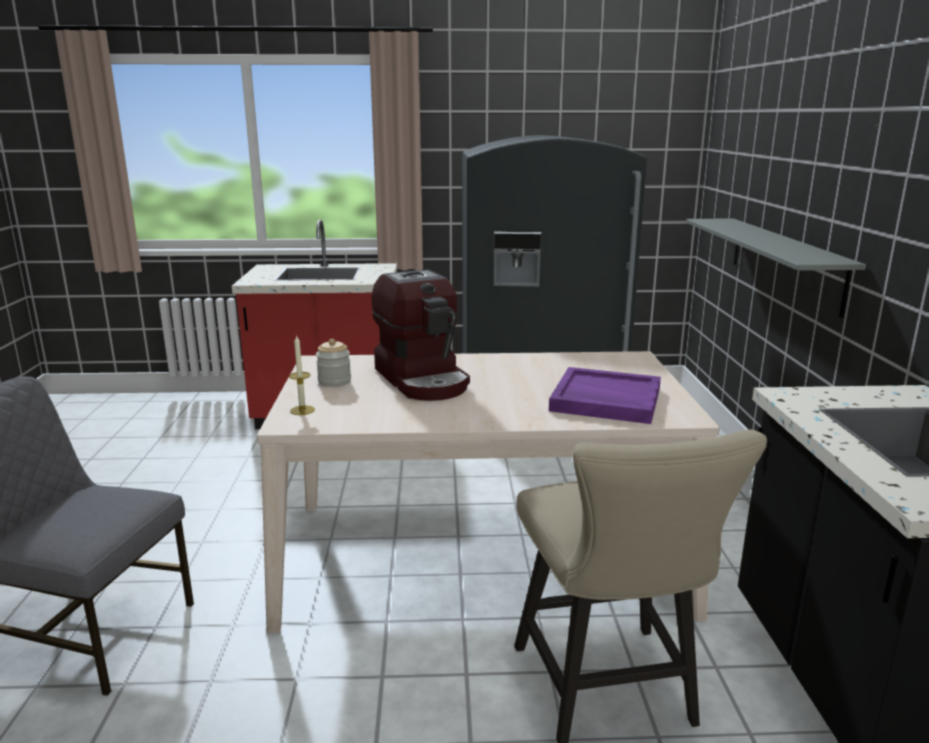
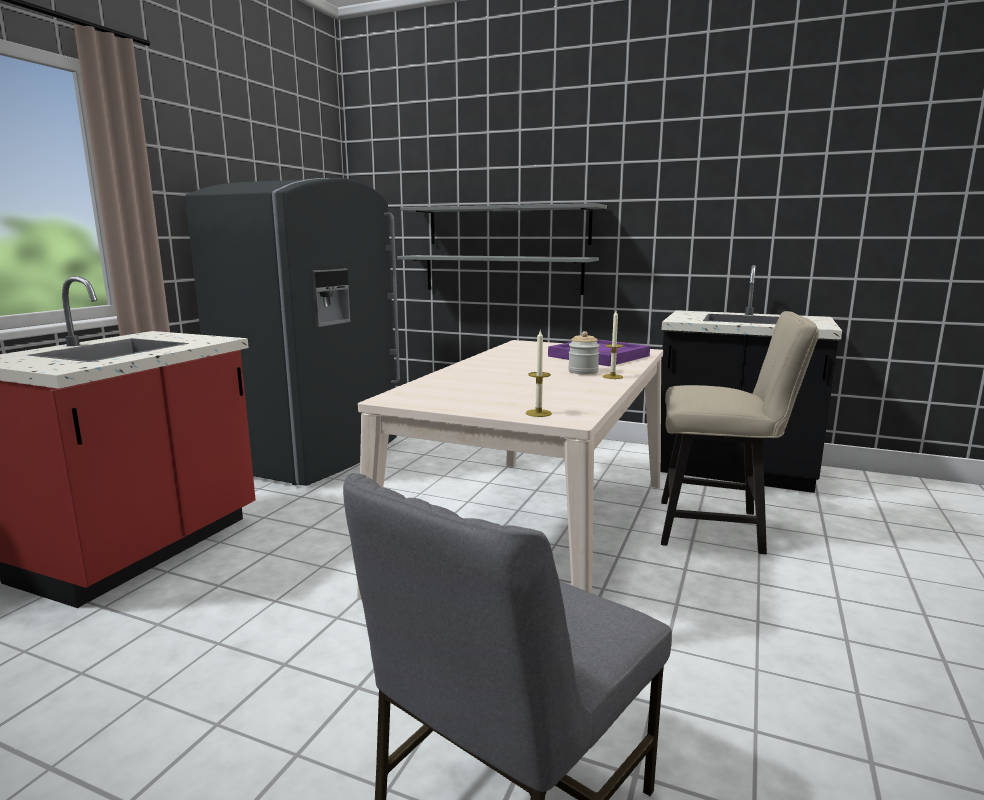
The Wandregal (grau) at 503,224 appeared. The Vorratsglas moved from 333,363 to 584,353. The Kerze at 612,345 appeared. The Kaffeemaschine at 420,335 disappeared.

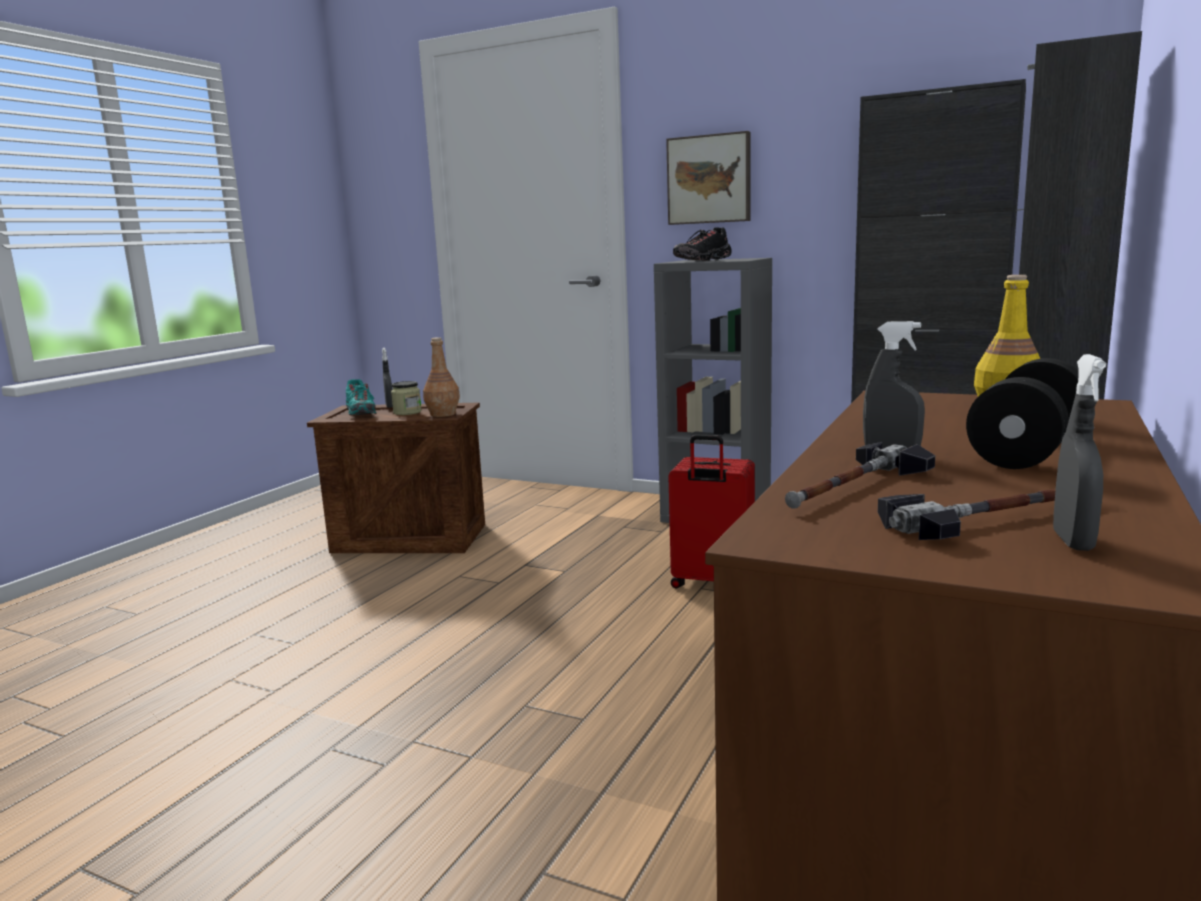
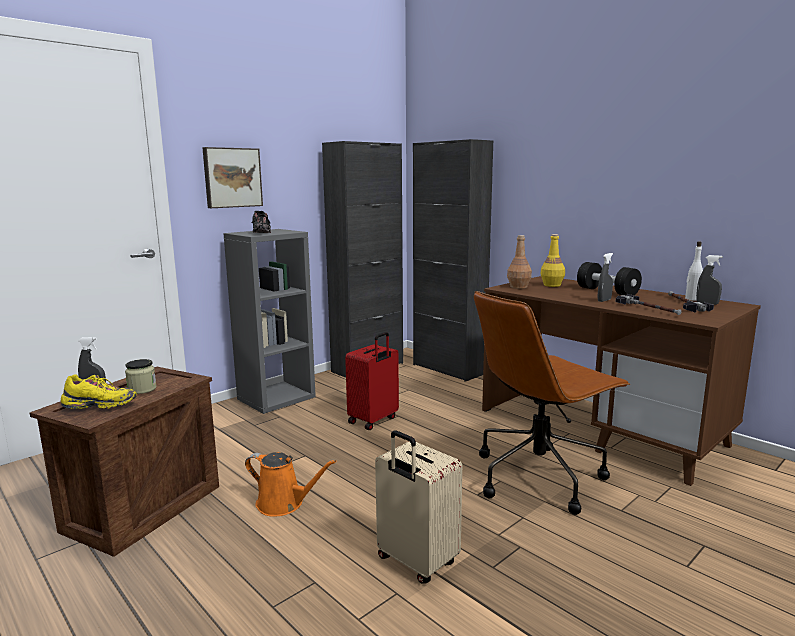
The Schuh (türkis) at 361,397 became the Schuh (gelb) at 99,391. The Gießkanne (orange) at 290,484 appeared. The Koffer (beige) at 418,507 appeared. The Bürostuhl (braun) at 552,403 appeared. The Flasche (braun) moved from 441,377 to 519,262. The Flasche (weiß) at 694,271 appeared.

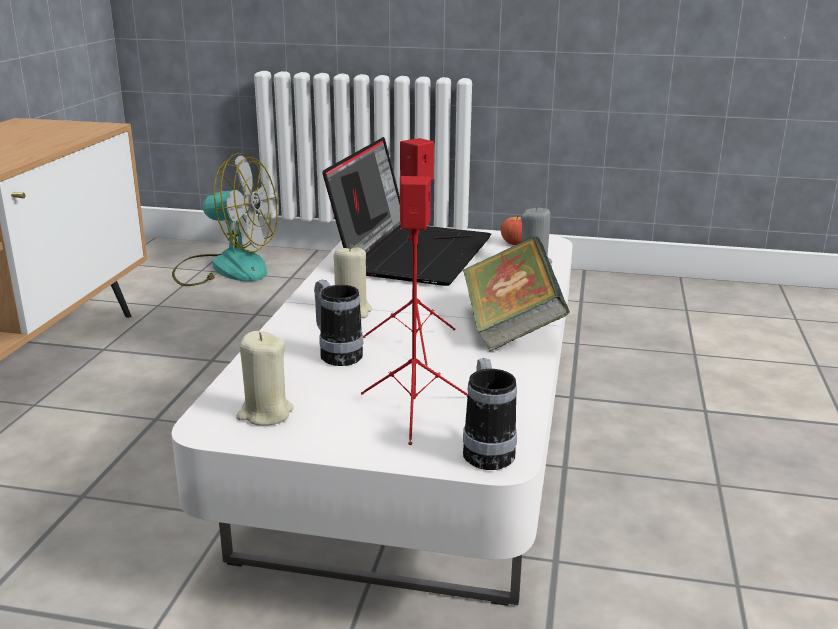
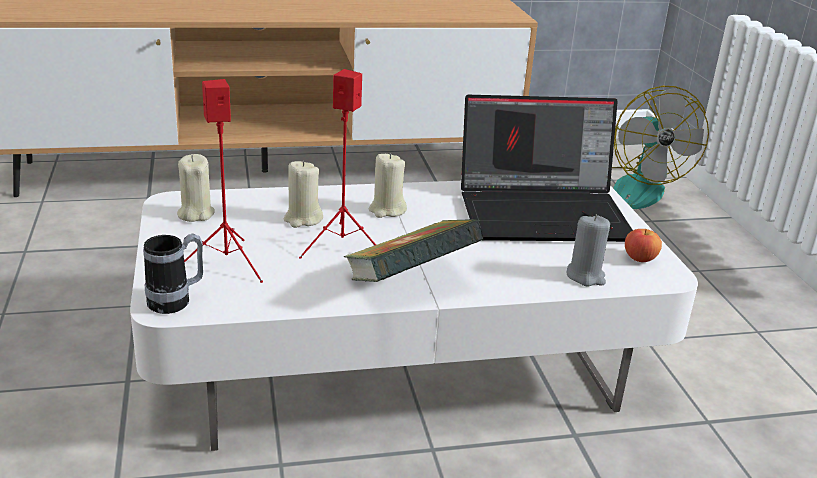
The Henkelbecher at 338,322 was replaced by the Kerze (beige) at 303,194.

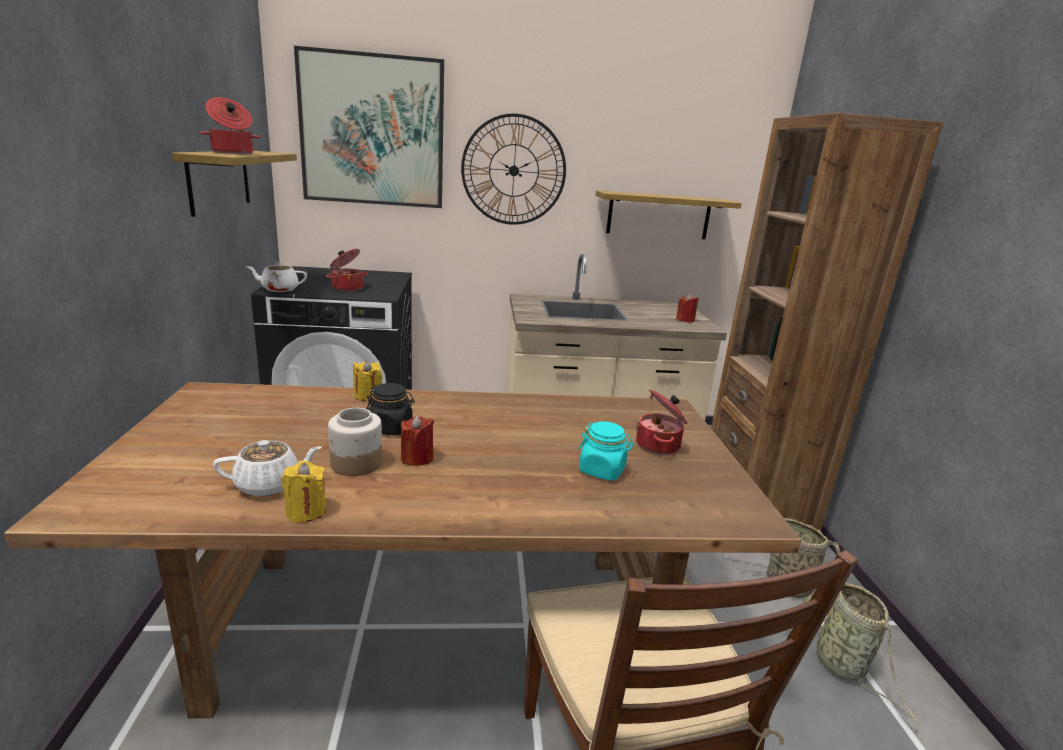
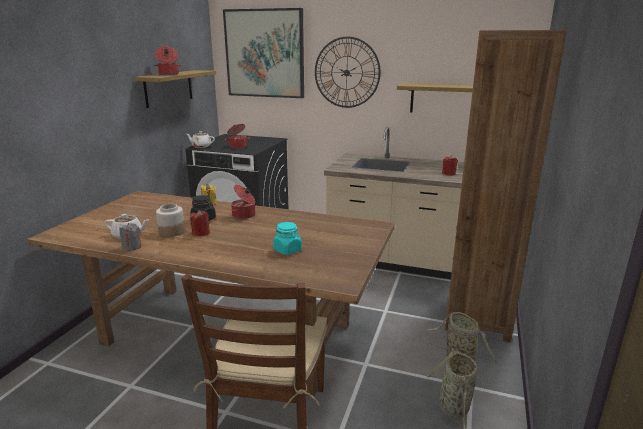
The Kerze (gelb) at 304,491 became the Kerze (grau) at 131,237. The Kochtopf moved from 661,422 to 243,202.

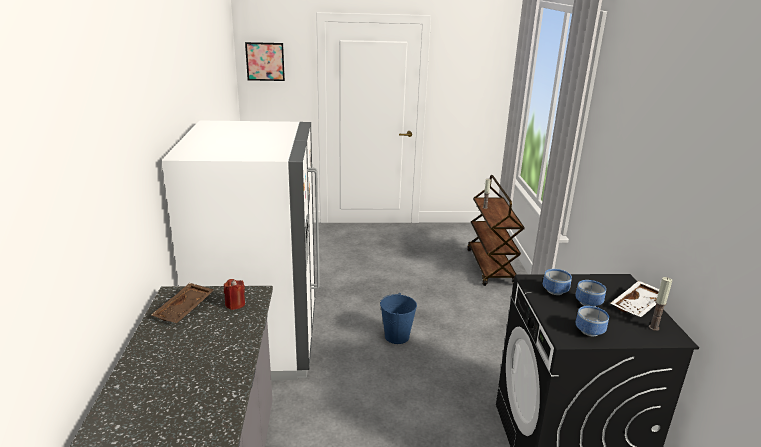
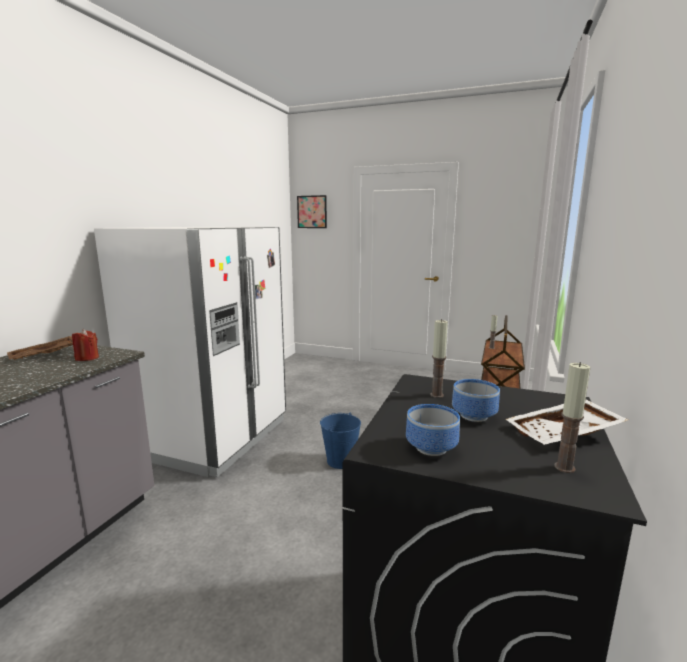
The Schüssel at 557,282 was replaced by the Kerze at 439,358.

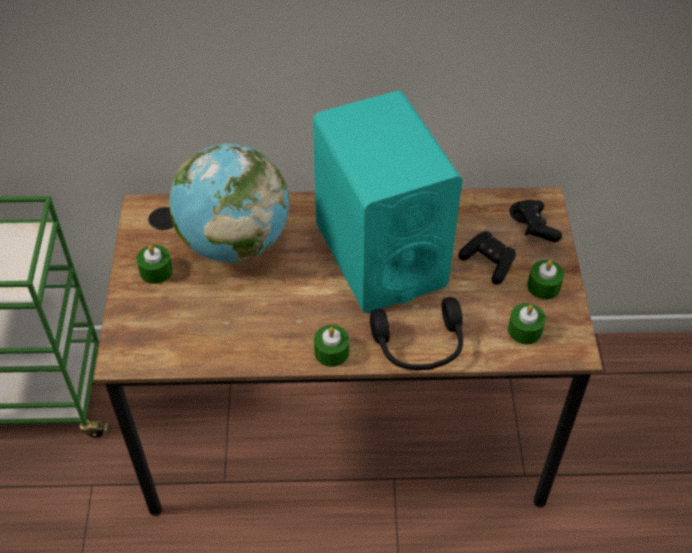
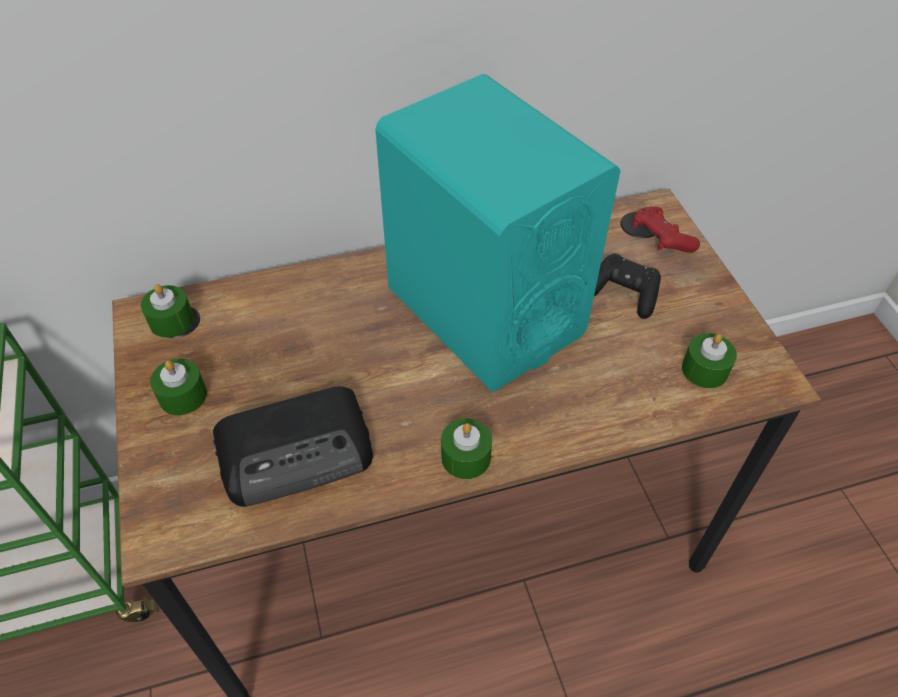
The Kerze (grün) moved from 545,280 to 167,311. The Radio at 293,446 appeared. The Gamepad (schwarz) at 537,221 became the Gamepad (rot) at 666,230. The Globus at 229,203 disappeared. The Kopfhörer (schwarz) at 416,333 disappeared.

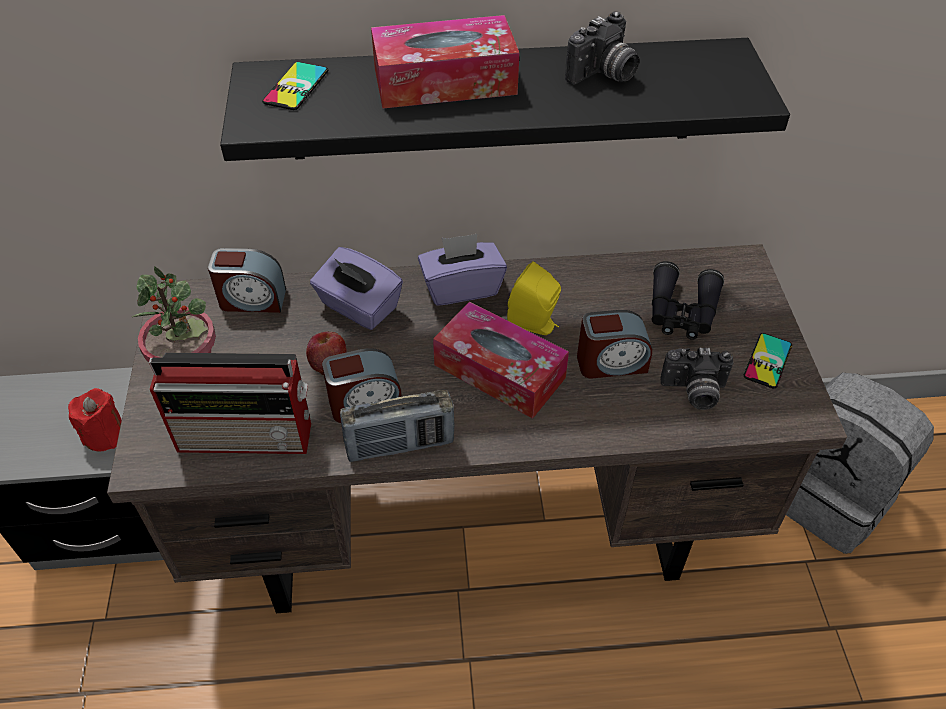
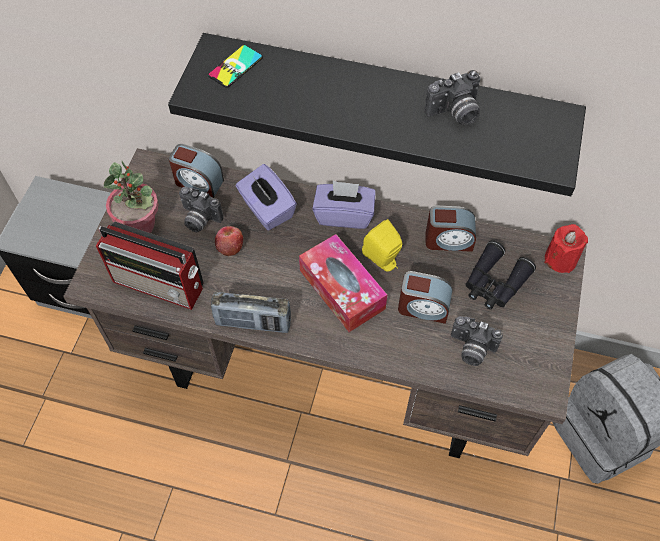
The Kamera at 201,209 appeared. The Wecker moved from 362,385 to 450,229. The Kerze (rot) moved from 95,419 to 566,248. The Taschentuchbox at 445,62 disappeared. The Handy at 768,360 disappeared.

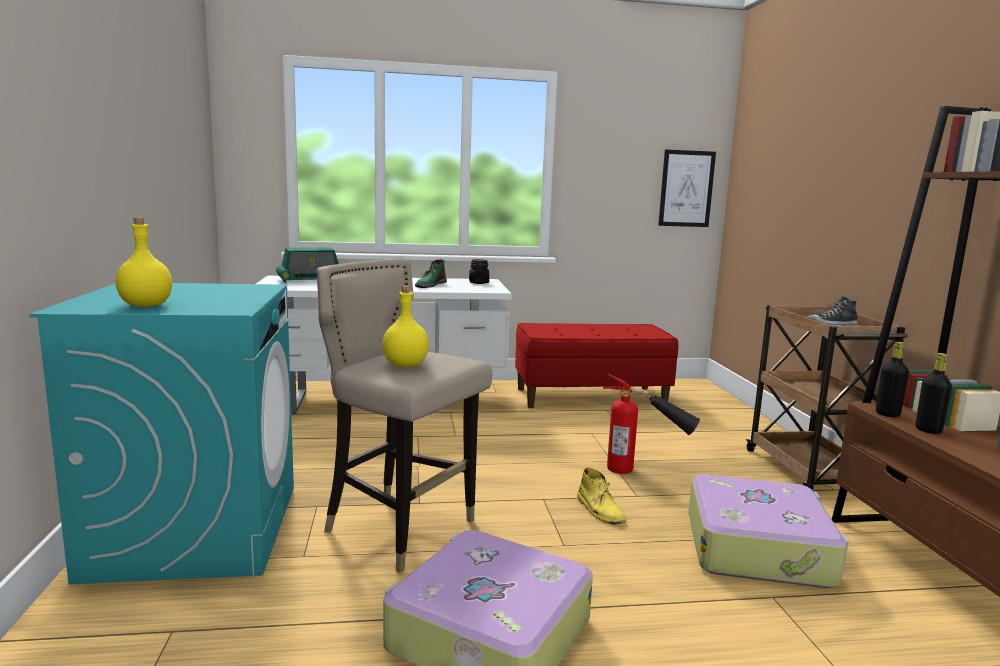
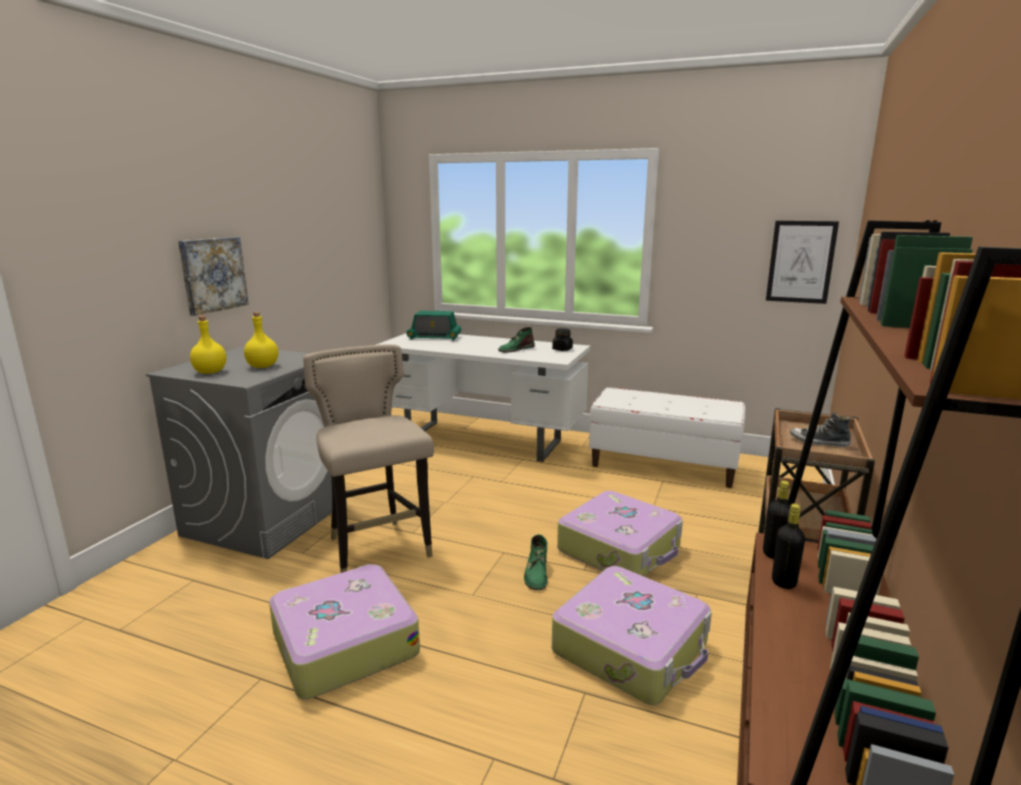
The Waschmaschine (türkis) at 161,434 became the Waschmaschine (grau) at 239,452. The Bild at 213,276 appeared. The Flasche (gelb) moved from 406,326 to 261,340. The Stiefel (gelb) at 601,495 became the Stiefel (grün) at 536,562. The Feuerlöscher at 651,424 was replaced by the Koffer at 620,534. The Bank (rot) at 596,365 became the Bank (weiß) at 667,437.

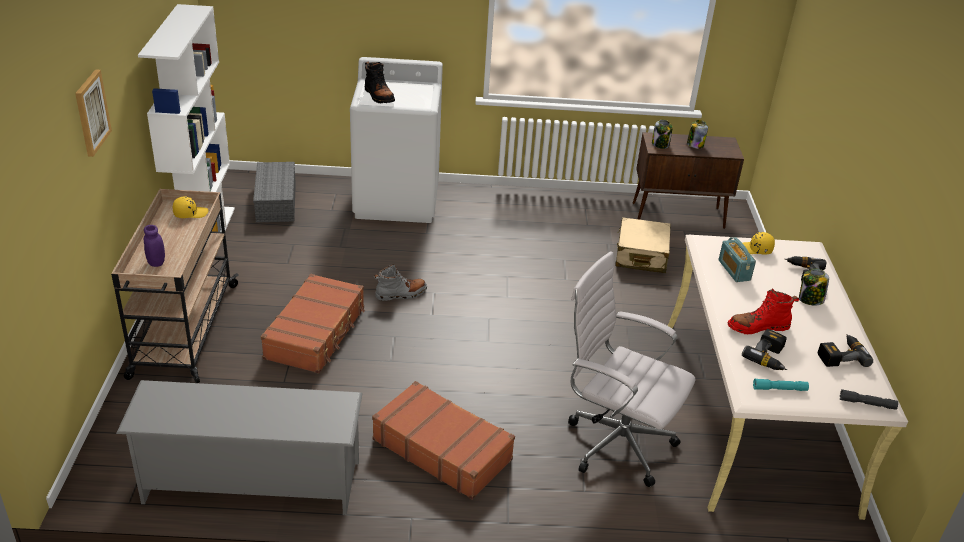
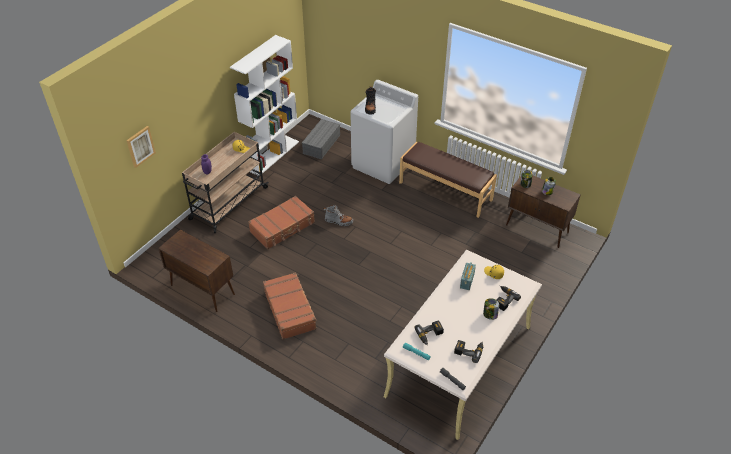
The Bild moved from 93,113 to 141,147. The Schuhregal (grau) at 239,447 was replaced by the Schrank (braun) at 196,271. The Bank (braun) at 448,180 appeared. The Bürostuhl (weiß) at 632,369 disappeared. The Koffer (beige) at 643,245 disappeared. The Stiefel (rot) at 763,311 disappeared.

